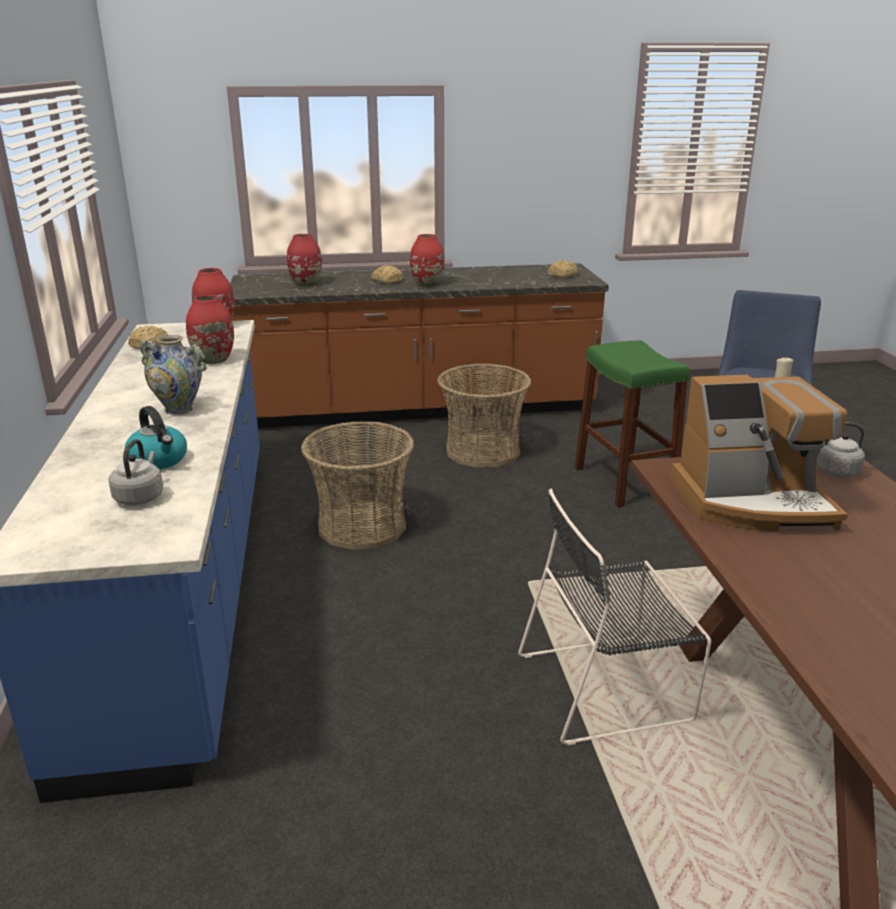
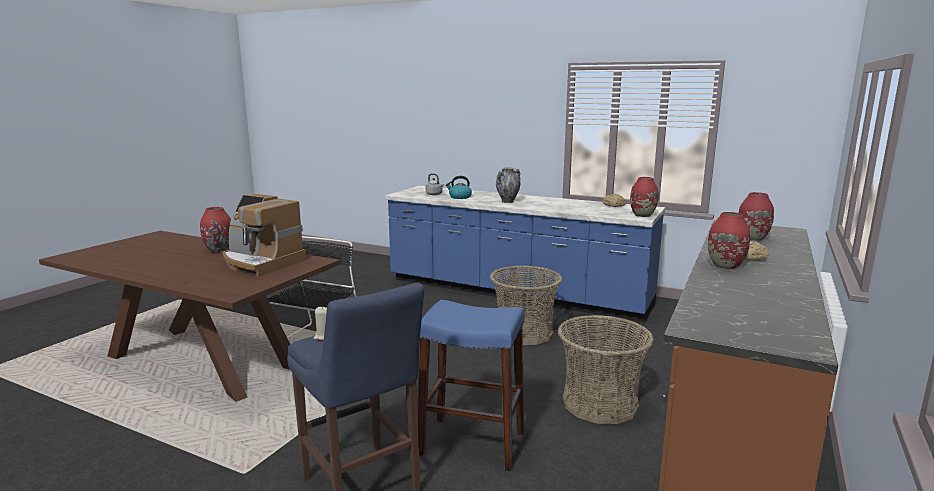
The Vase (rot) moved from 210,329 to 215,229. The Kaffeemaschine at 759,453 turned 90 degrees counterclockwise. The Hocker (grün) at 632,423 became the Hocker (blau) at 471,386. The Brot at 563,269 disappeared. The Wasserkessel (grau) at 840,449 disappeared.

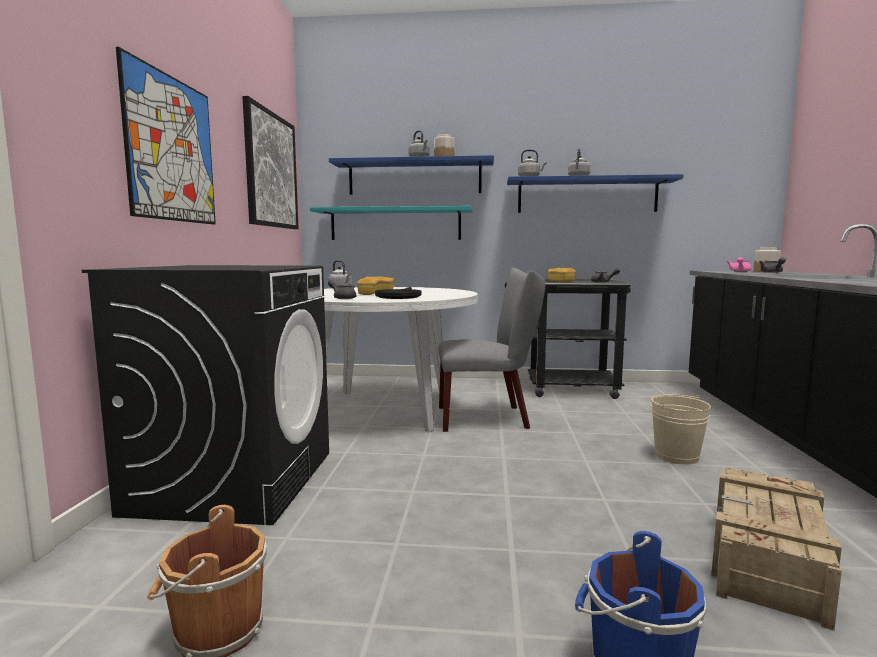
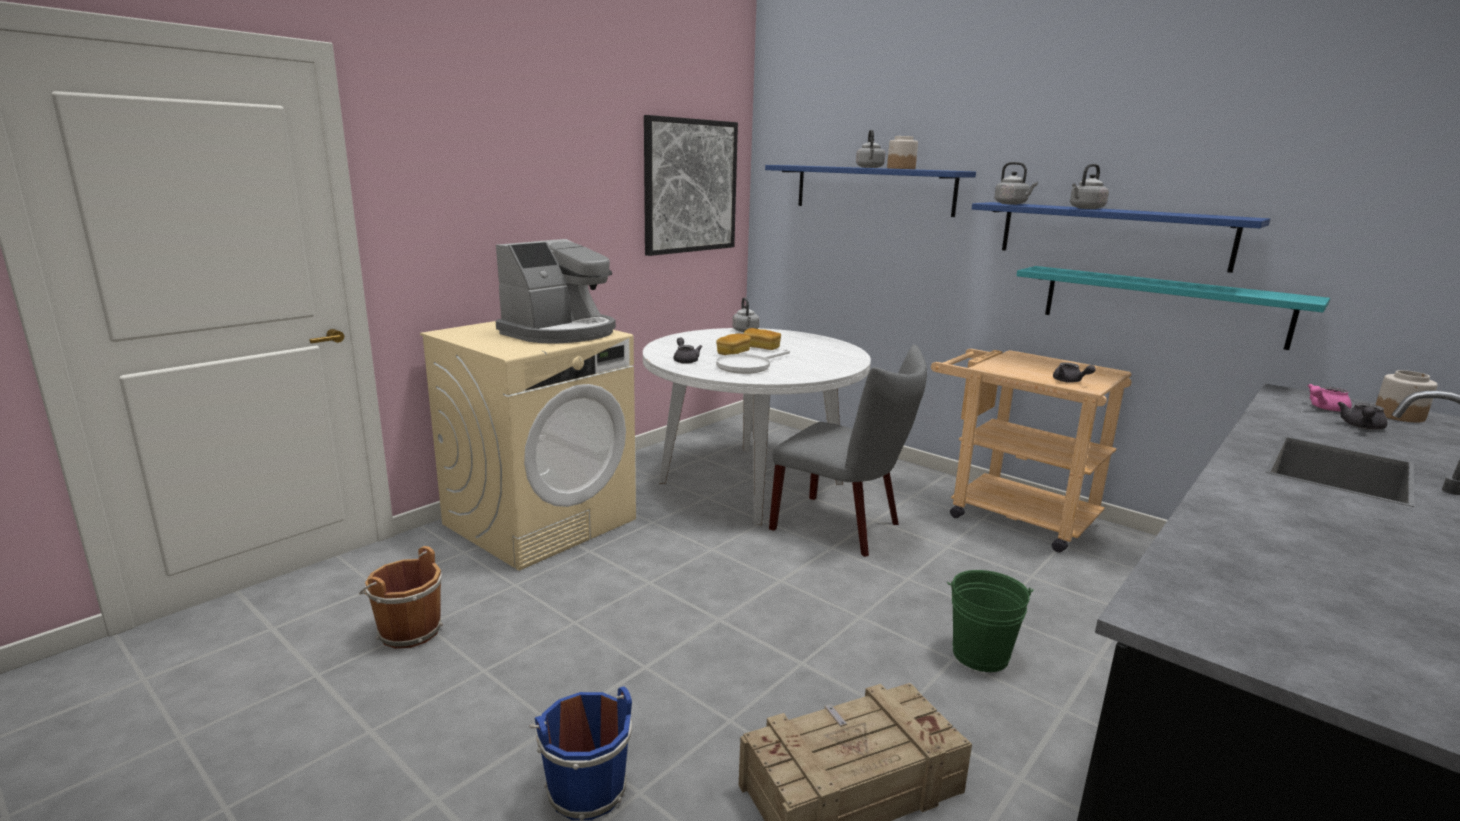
The Waschmaschine (schwarz) at 205,395 became the Waschmaschine (beige) at 528,446. The Kaffeemaschine at 556,291 appeared. The Pfanne (schwarz) at 398,293 became the Pfanne (weiß) at 753,361. The Rollwagen (schwarz) at 568,339 became the Rollwagen (beige) at 1031,450. The Eimer (beige) at 681,430 became the Eimer (grün) at 990,621. The Wandregal (türkis) moved from 391,223 to 1173,308. The Bild at 166,136 disappeared. The Brot at 562,275 disappeared.

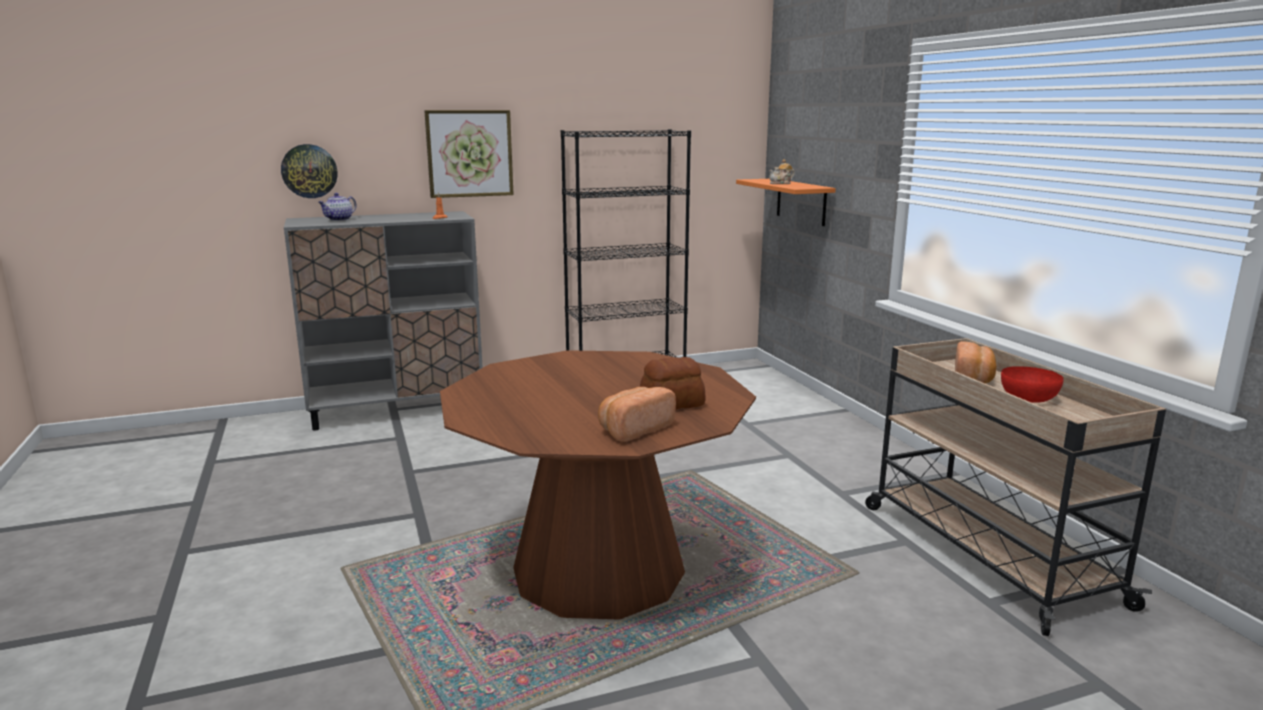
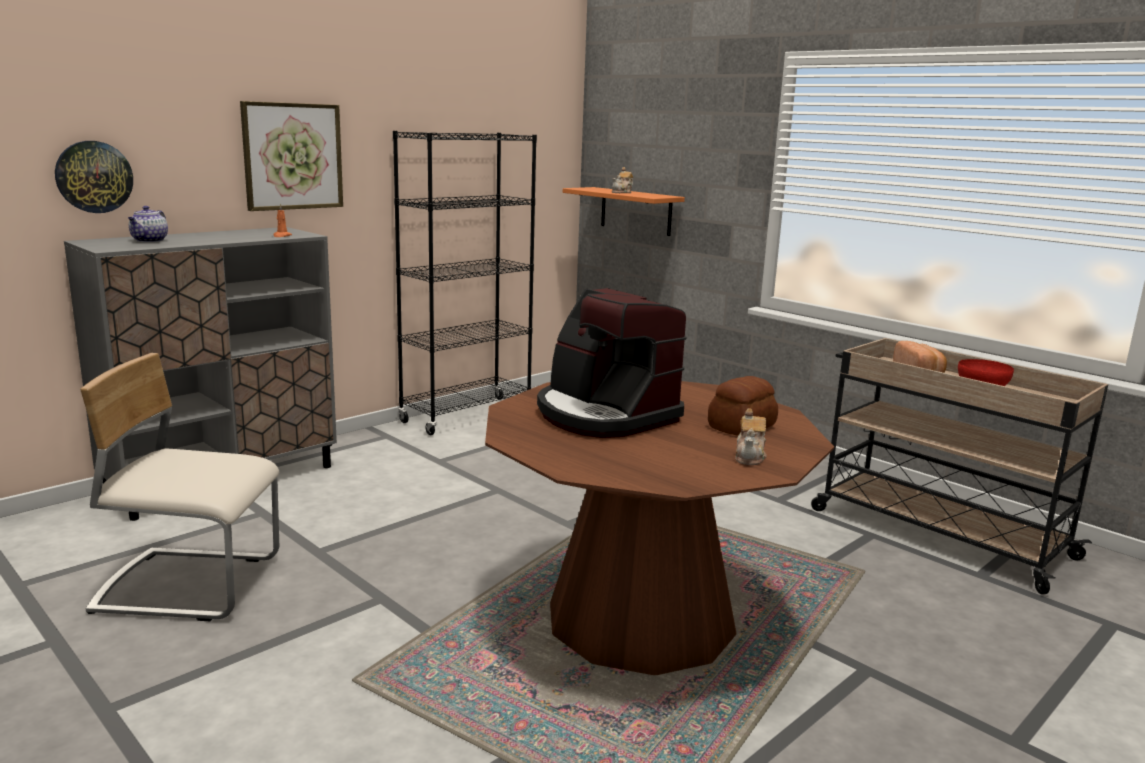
The Stuhl (beige) at 179,487 appeared. The Kaffeemaschine at 612,363 appeared. The Brot at 637,414 was replaced by the Teekanne at 751,436.

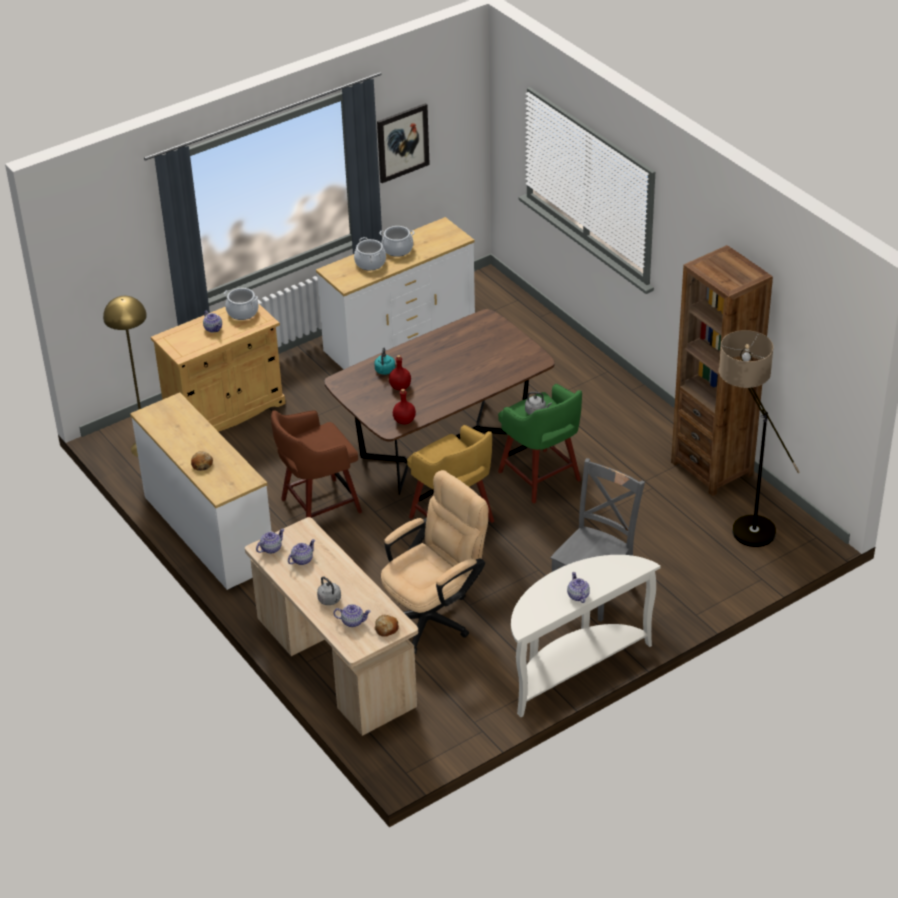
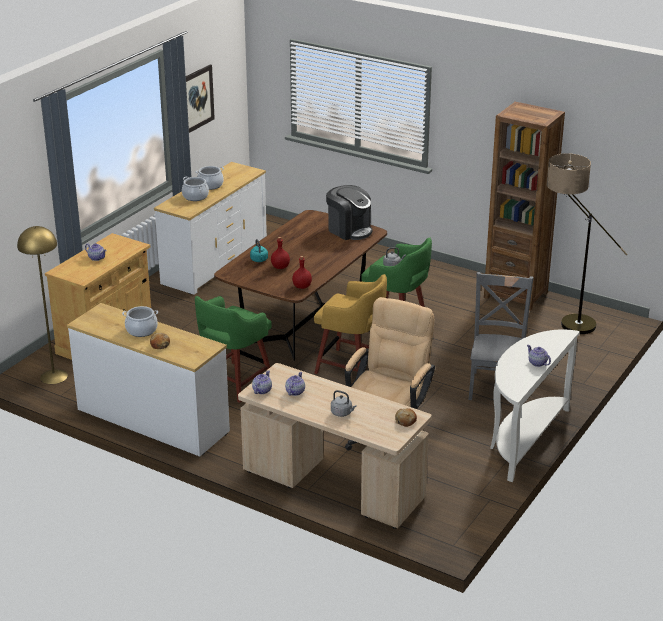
The Kochtopf moved from 241,304 to 140,321. The Hocker (braun) at 316,464 became the Hocker (grün) at 233,349. The Kaffeemaschine at 349,212 appeared. The Teekanne at 352,615 disappeared.

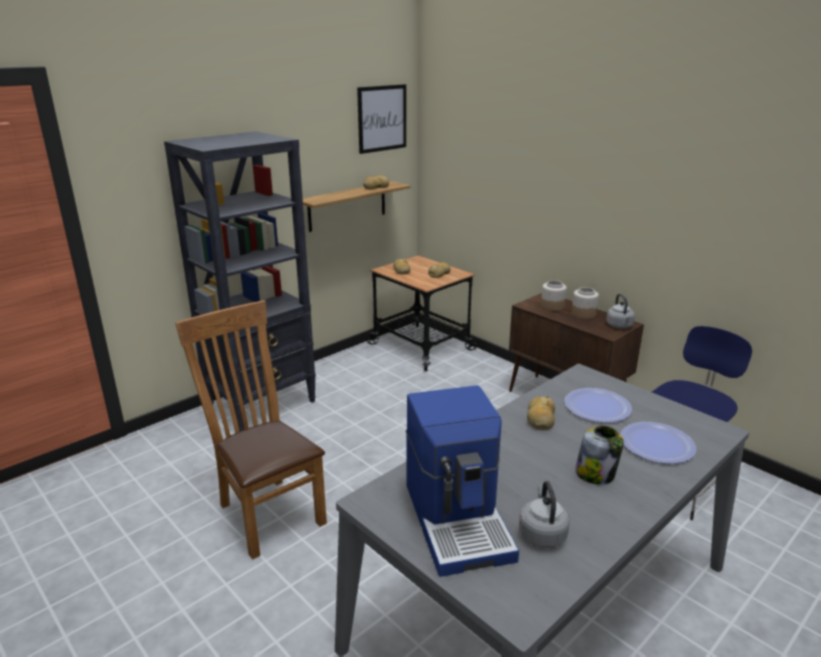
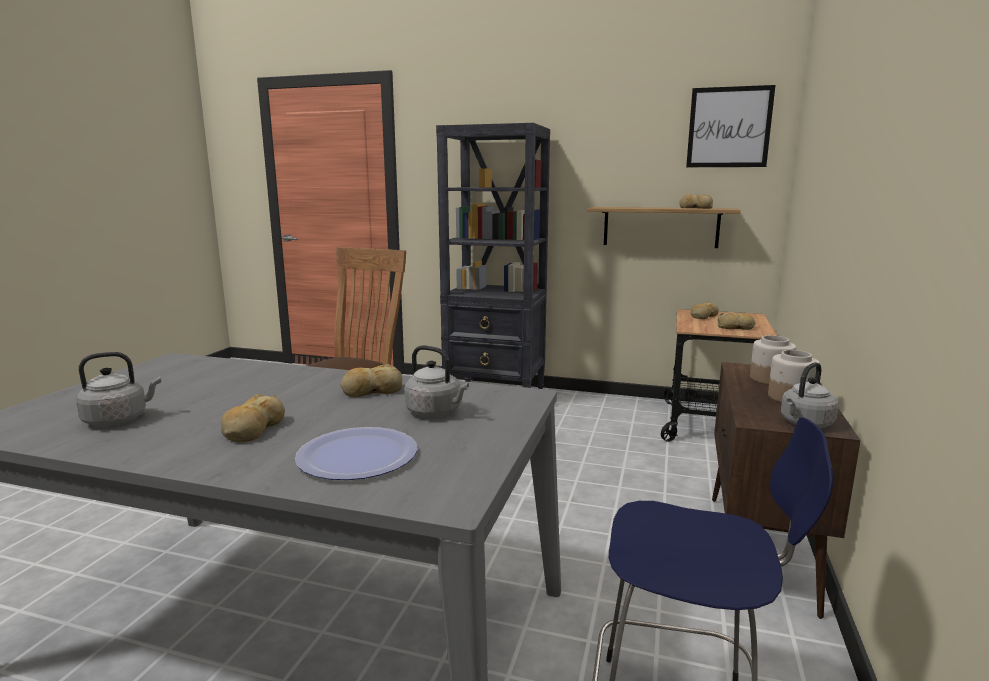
The Vorratsglas at 599,455 was replaced by the Brot at 253,418. The Teller at 598,405 was replaced by the Wasserkessel (grau) at 436,381. The Kaffeemaschine at 462,481 disappeared.

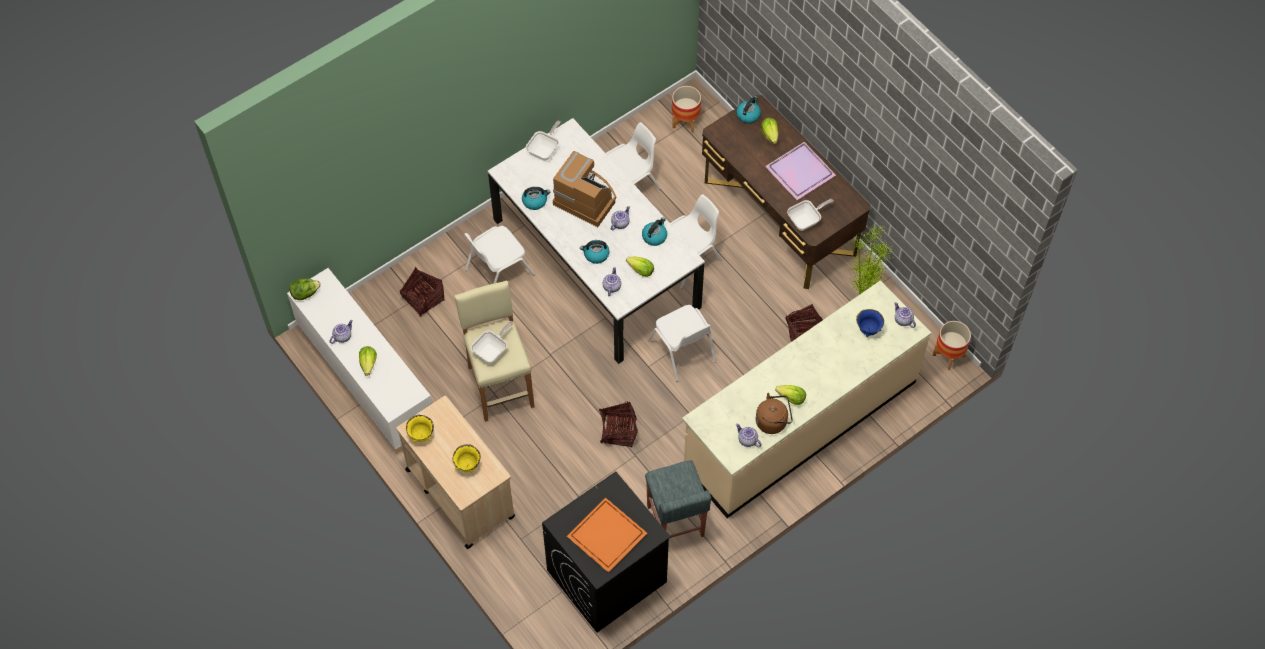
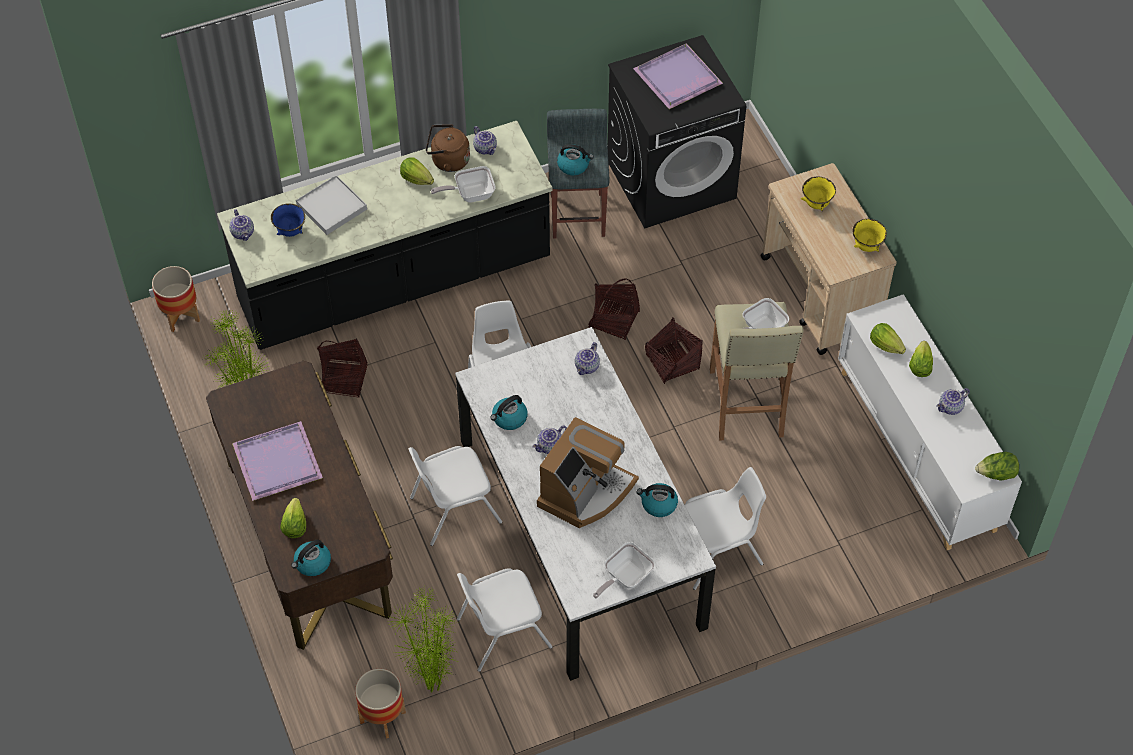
The Küchenzeile (beige) at 806,399 became the Küchenzeile (schwarz) at 384,235. The Tablett (weiß) at 331,205 appeared. The Topfpflanze at 424,639 appeared. The Pfanne moved from 810,215 to 463,184. The Kaffeemaschine at 584,189 turned 105 degrees counterclockwise. The Wasserkessel moved from 594,252 to 575,159. The Tablett (orange) at 607,535 became the Tablett (lila) at 678,76. The Korb moved from 422,292 to 674,350. The Salatkopf moved from 640,267 to 888,338.

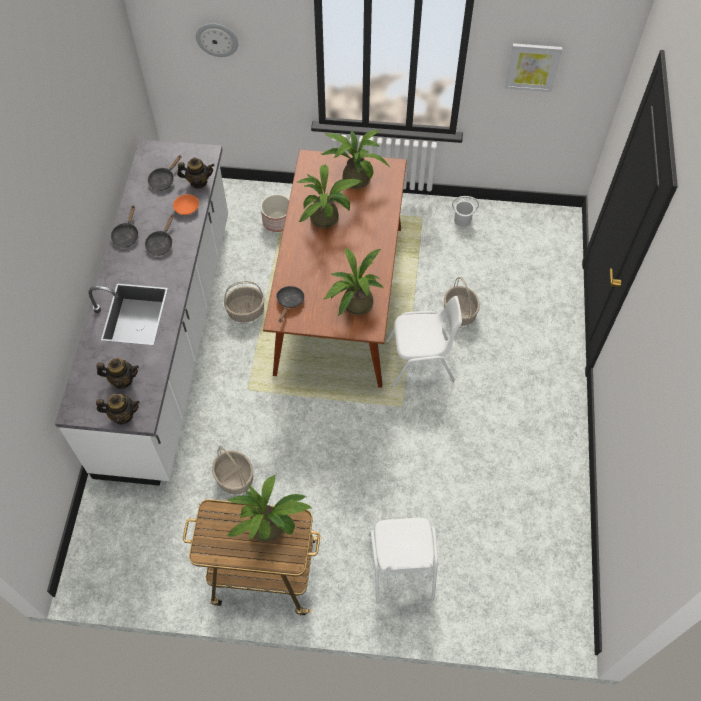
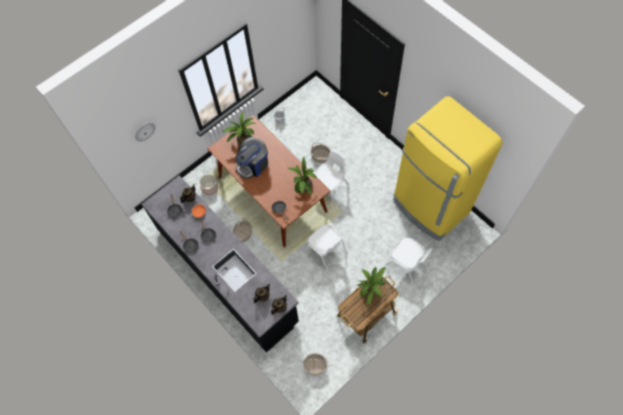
The Küchenzeile (weiß) at 141,312 became the Küchenzeile (schwarz) at 220,264. The Topfpflanze at 330,196 was replaced by the Kaffeemaschine at 251,158. The Korb moved from 232,470 to 315,364. The Stuhl (weiß) at 325,247 appeared. The Kühlschrank (gelb) at 448,168 appeared. The Bild at 533,67 disappeared.

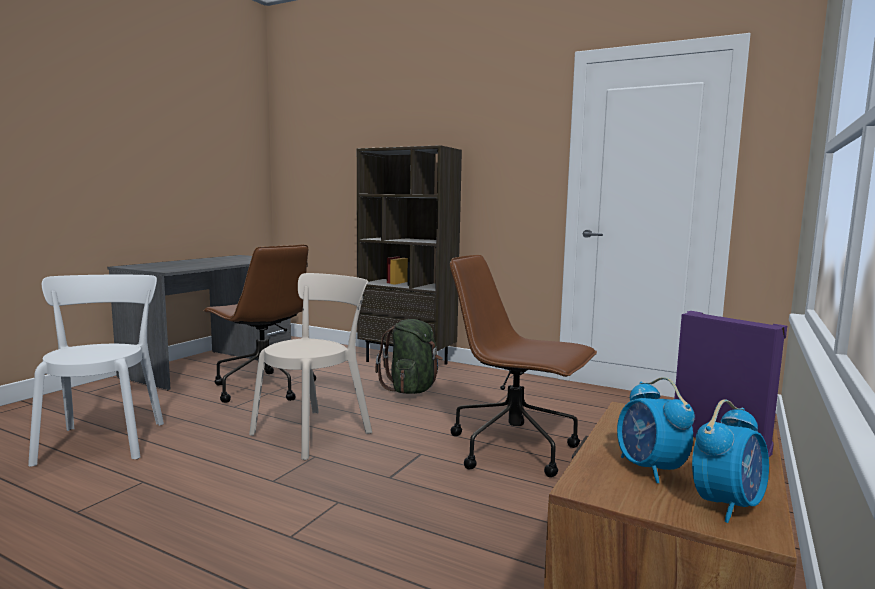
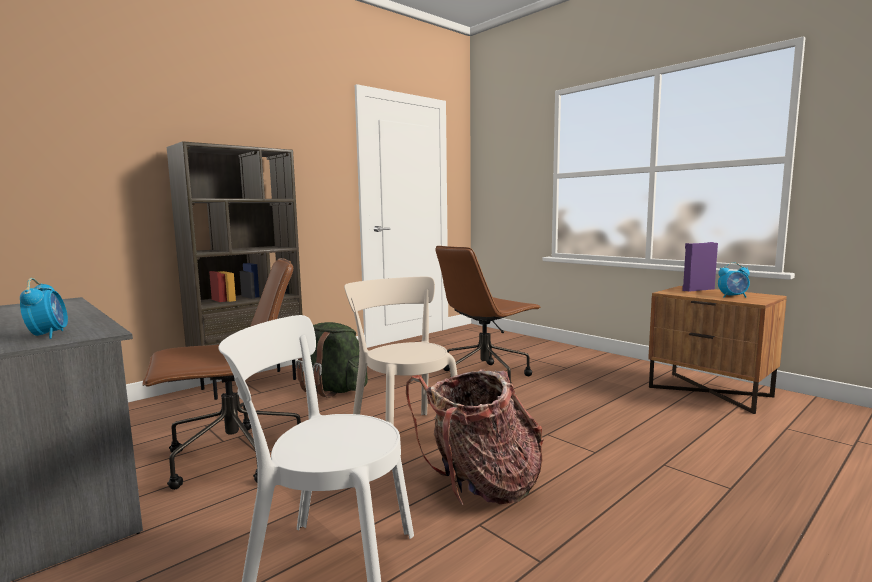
The Wecker moved from 730,461 to 44,308. The Rucksack at 475,437 appeared.

